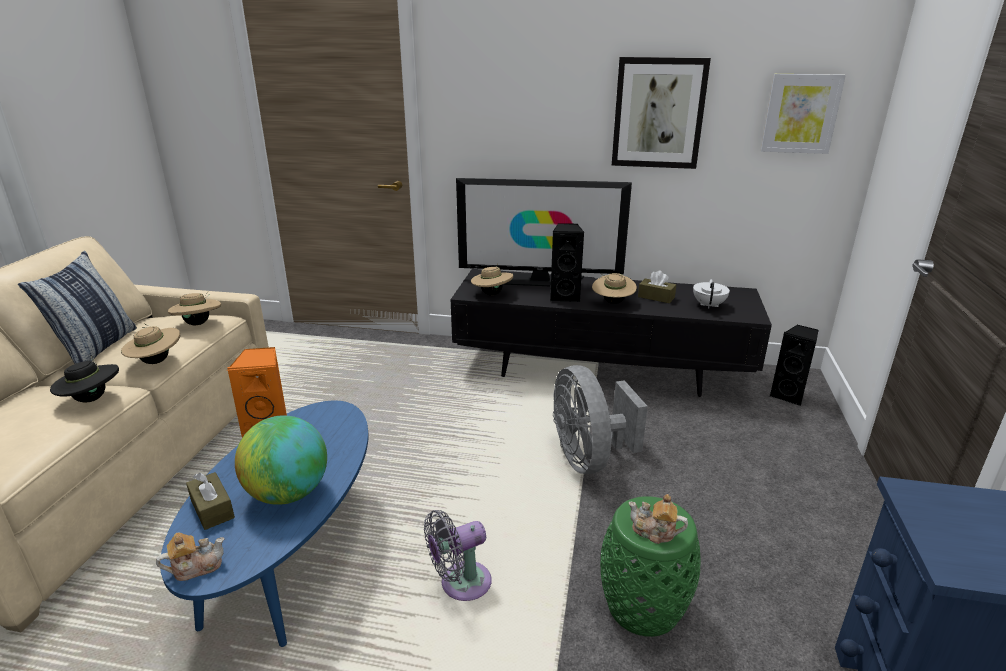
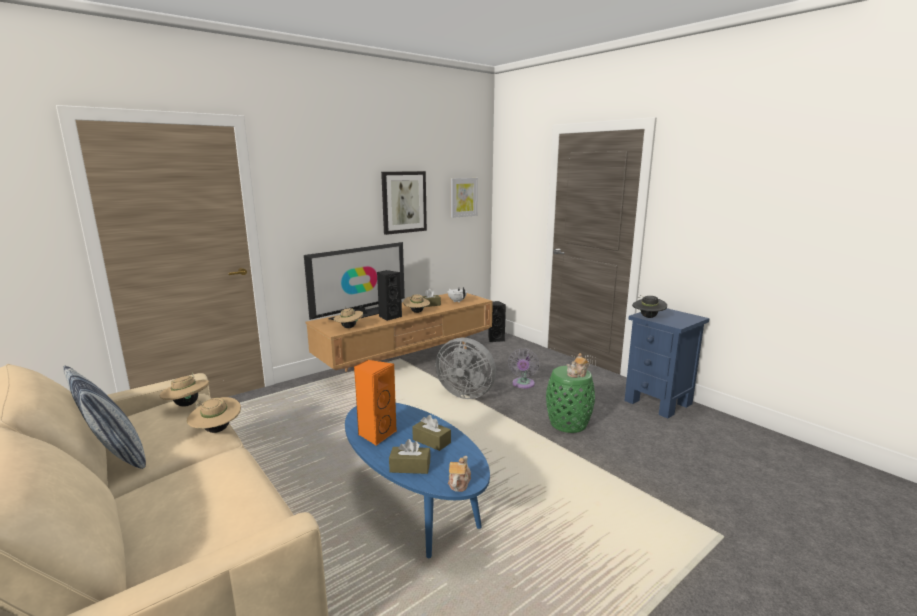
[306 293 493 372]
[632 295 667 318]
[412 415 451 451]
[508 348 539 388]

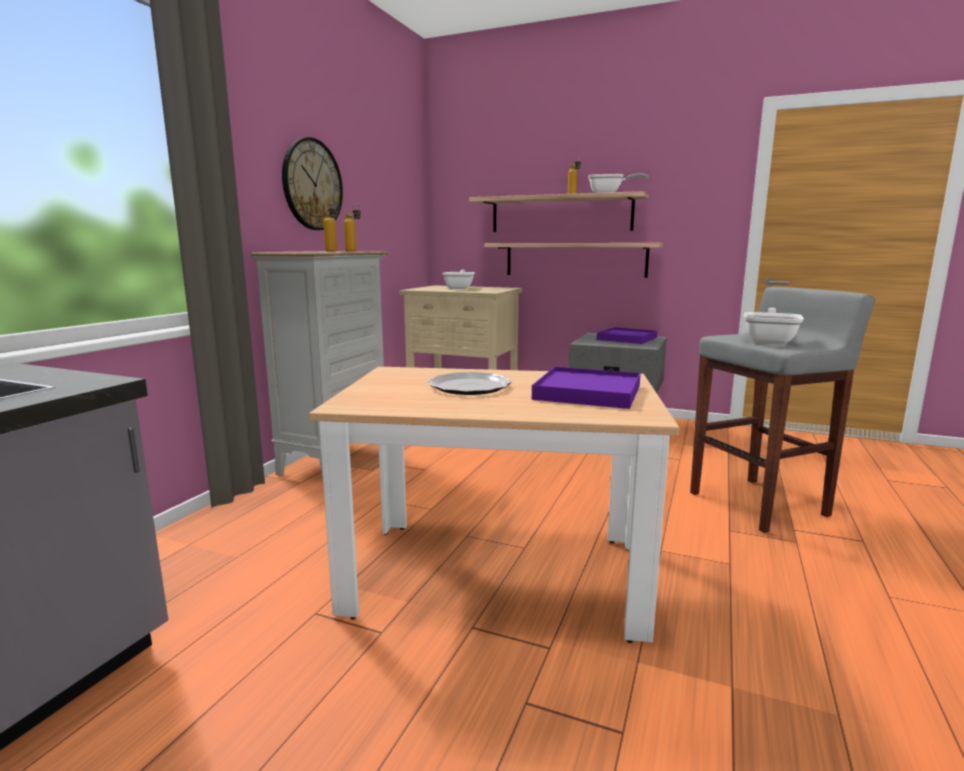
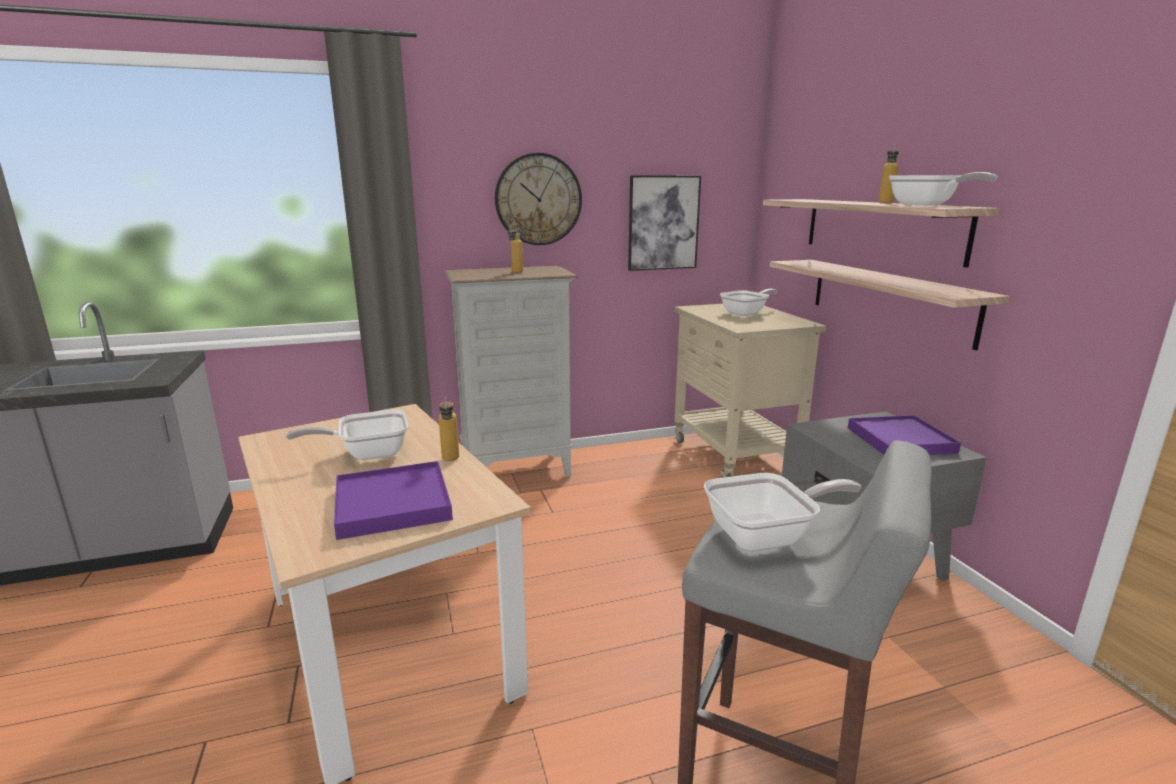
[439 397 459 461]
[286 410 408 460]
[628 175 701 271]

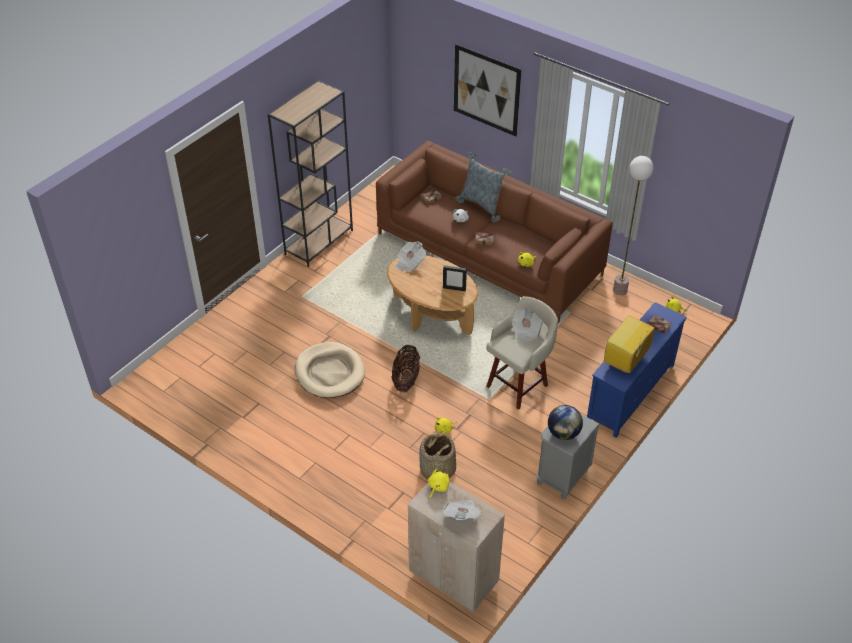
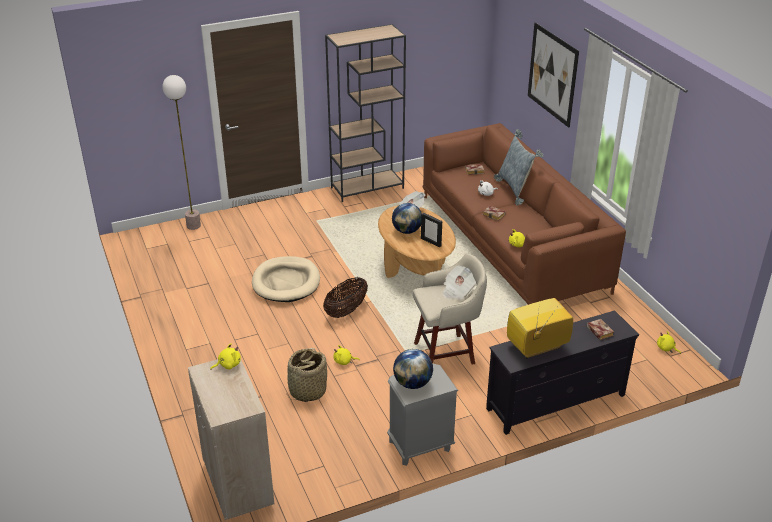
[162 75 201 230]
[486 310 639 435]
[442 500 482 520] (first image)
[392 203 422 234]

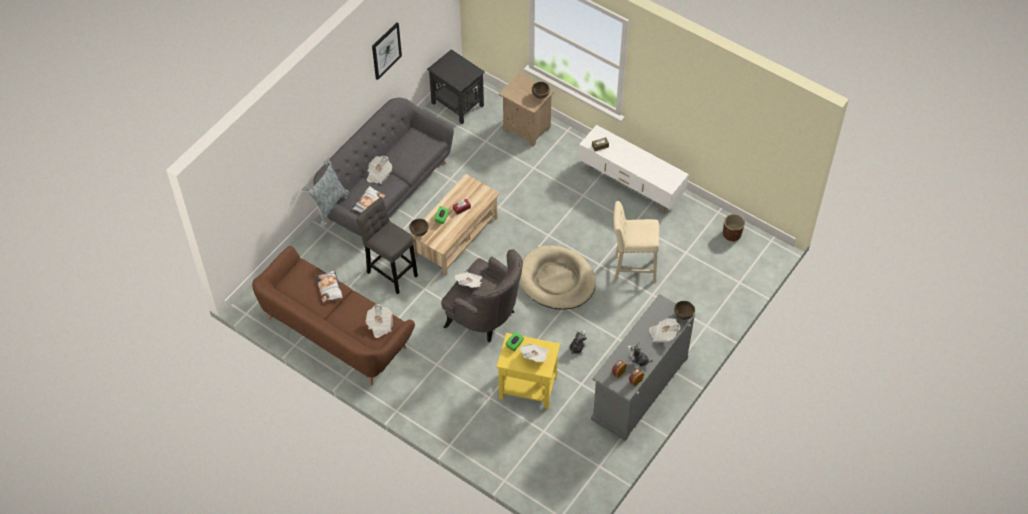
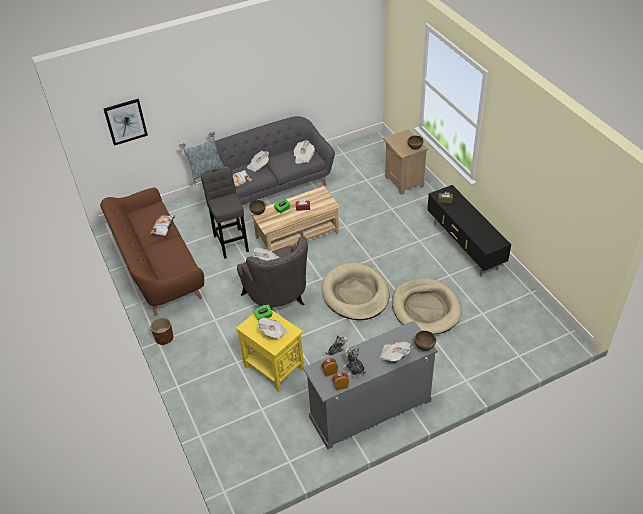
[104 99 148 146]
[427 49 485 124] (first image)
[427 185 511 277]
[392 278 462 334]
[150 317 173 345]
[294 140 315 164]

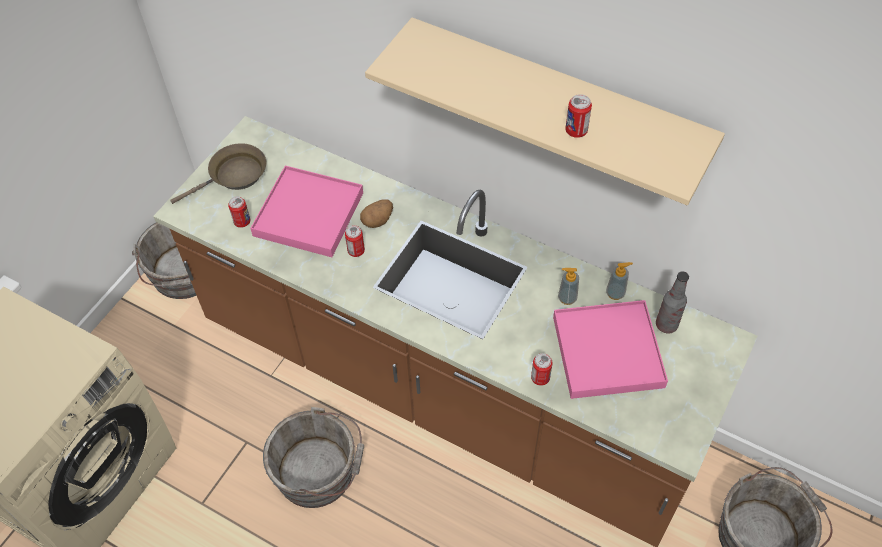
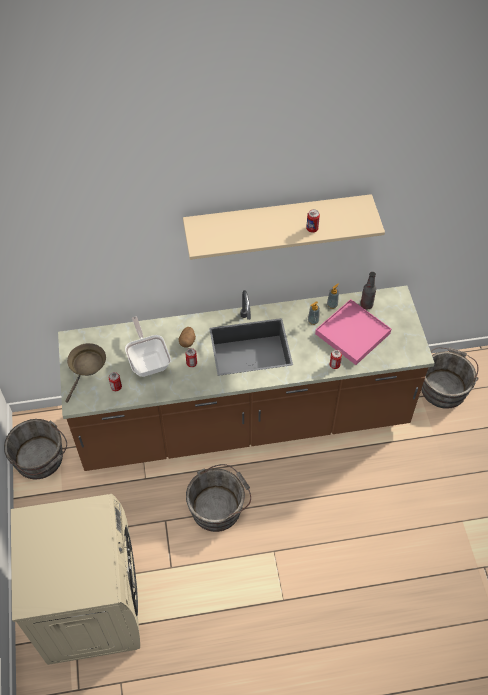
[125 316 171 377]

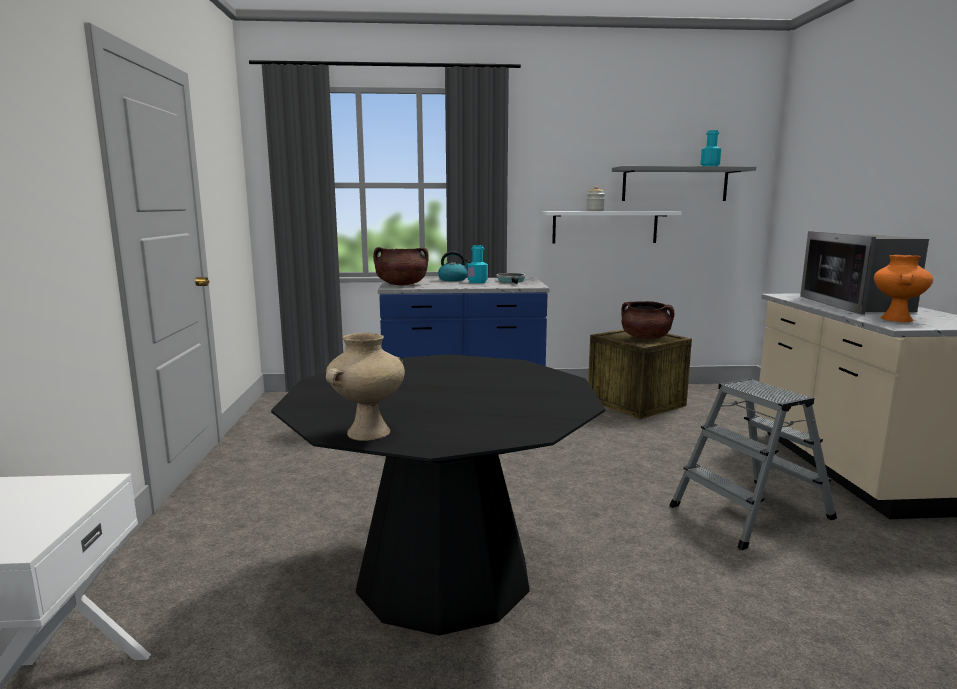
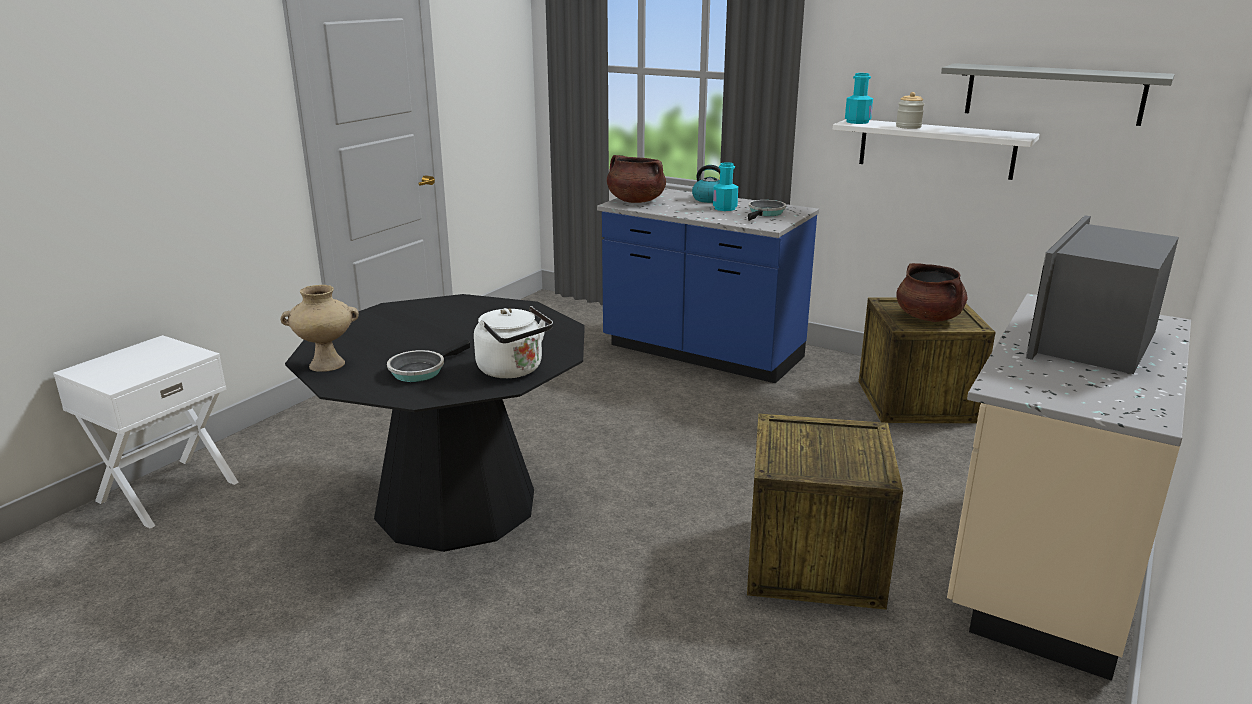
[845 73 873 124]
[874 255 933 322] (first image)
[747 413 903 610]
[474 306 553 378]
[387 339 470 382]

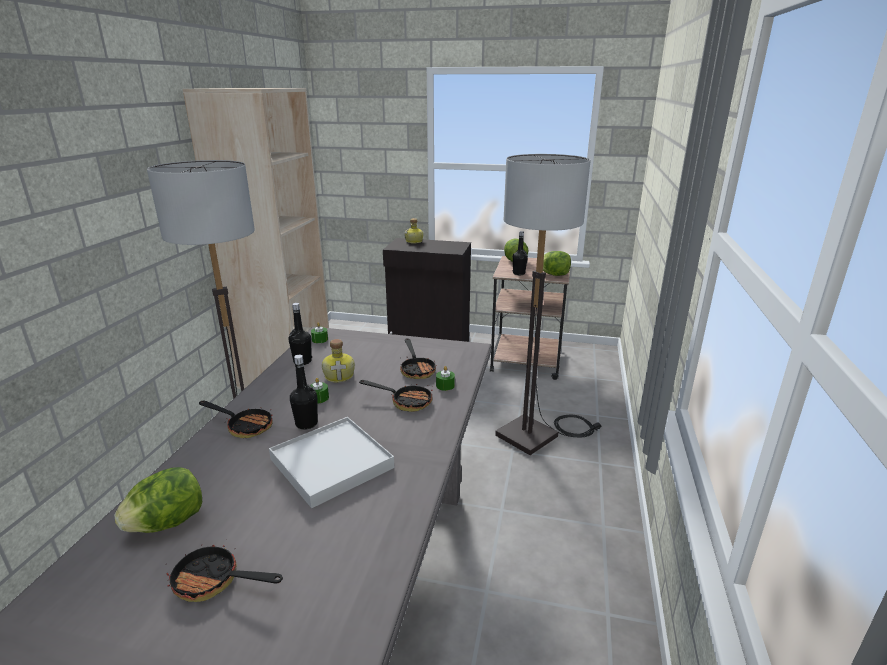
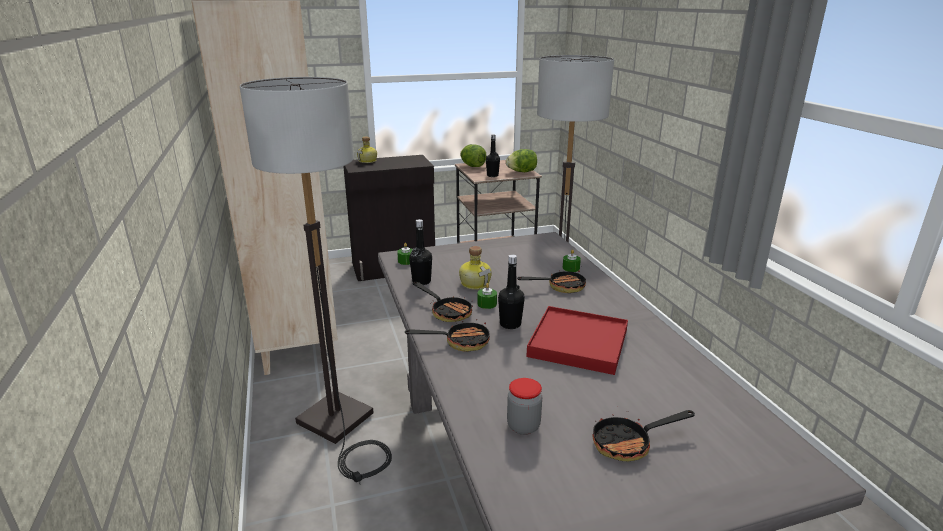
[413 282 473 322]
[526 306 628 375]
[507 378 542 435]

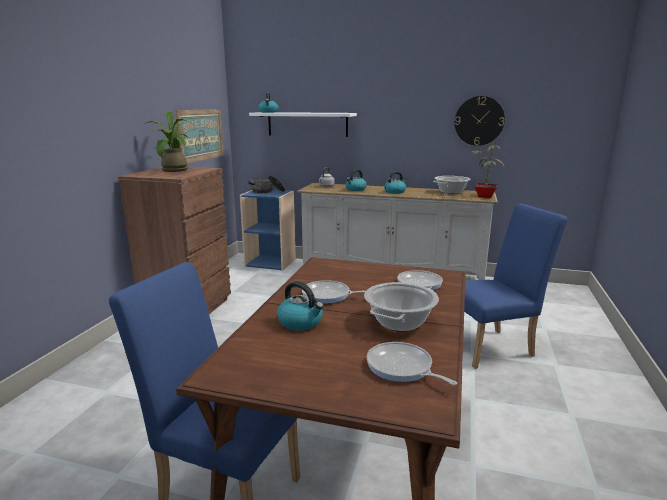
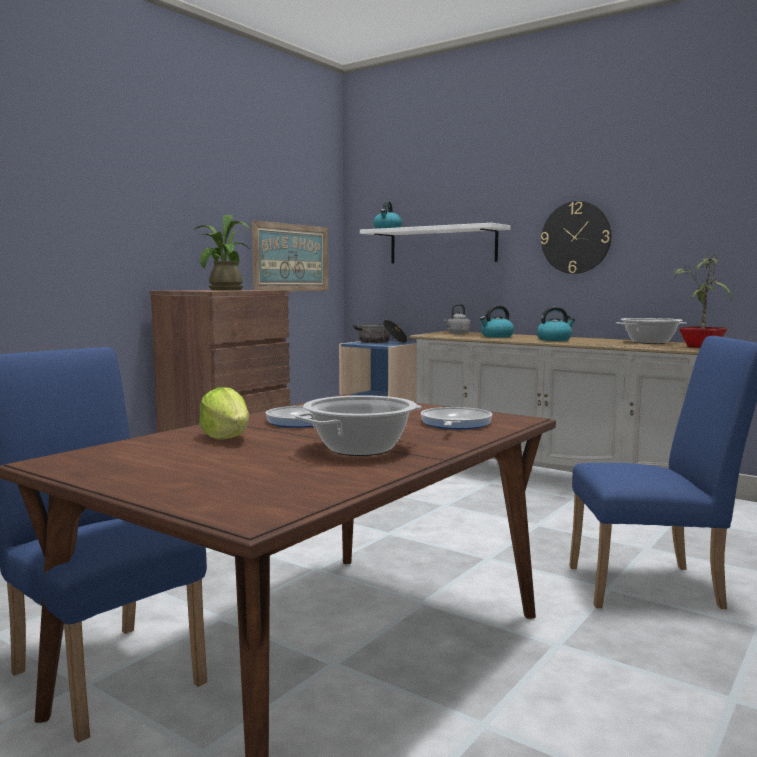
[541 201 612 274]
[199 387 249 440]
[367 342 457 385] (first image)

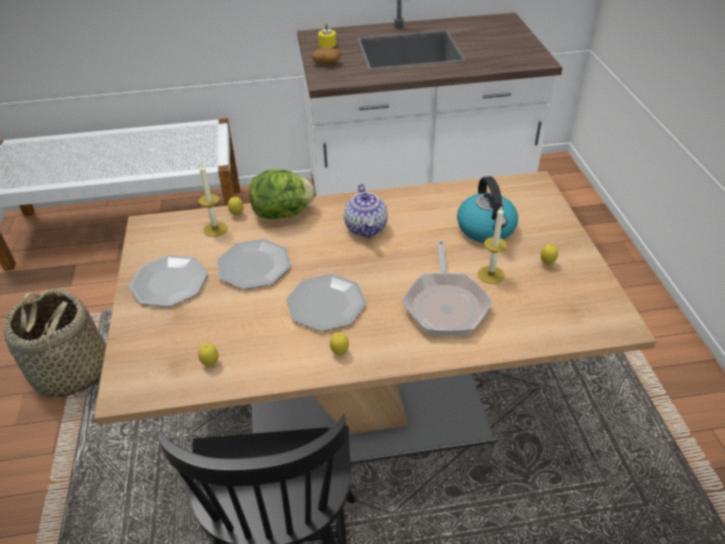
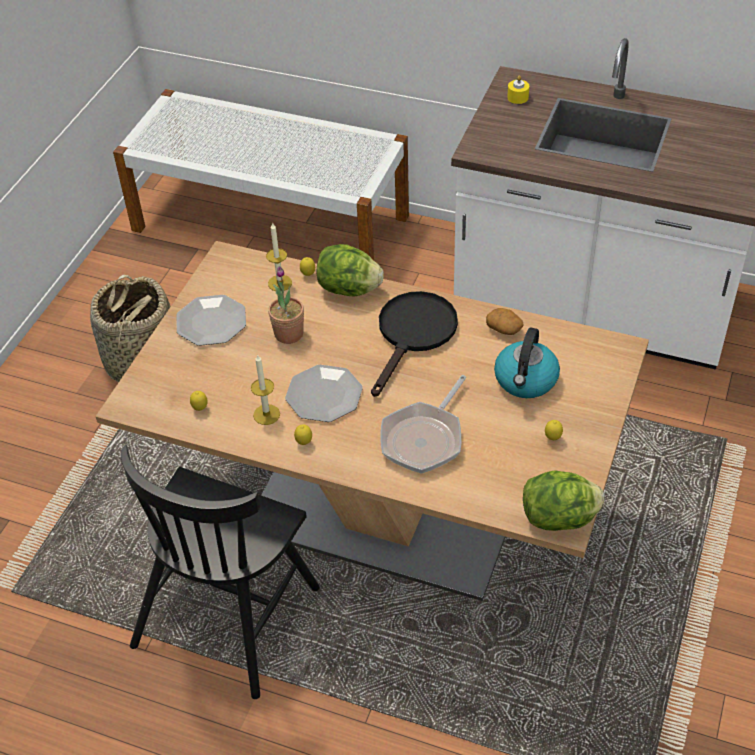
[486 308 524 335]
[371 291 458 397]
[251 354 280 425]
[268 266 304 344]
[523 470 604 531]

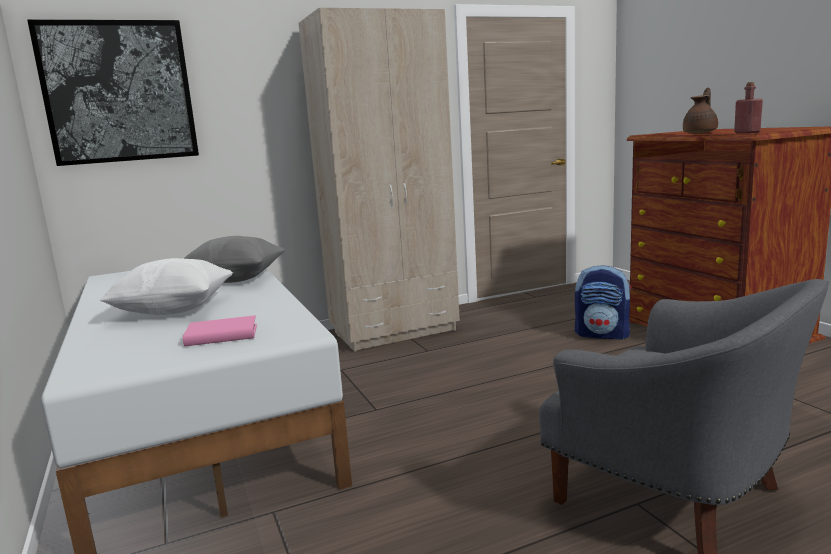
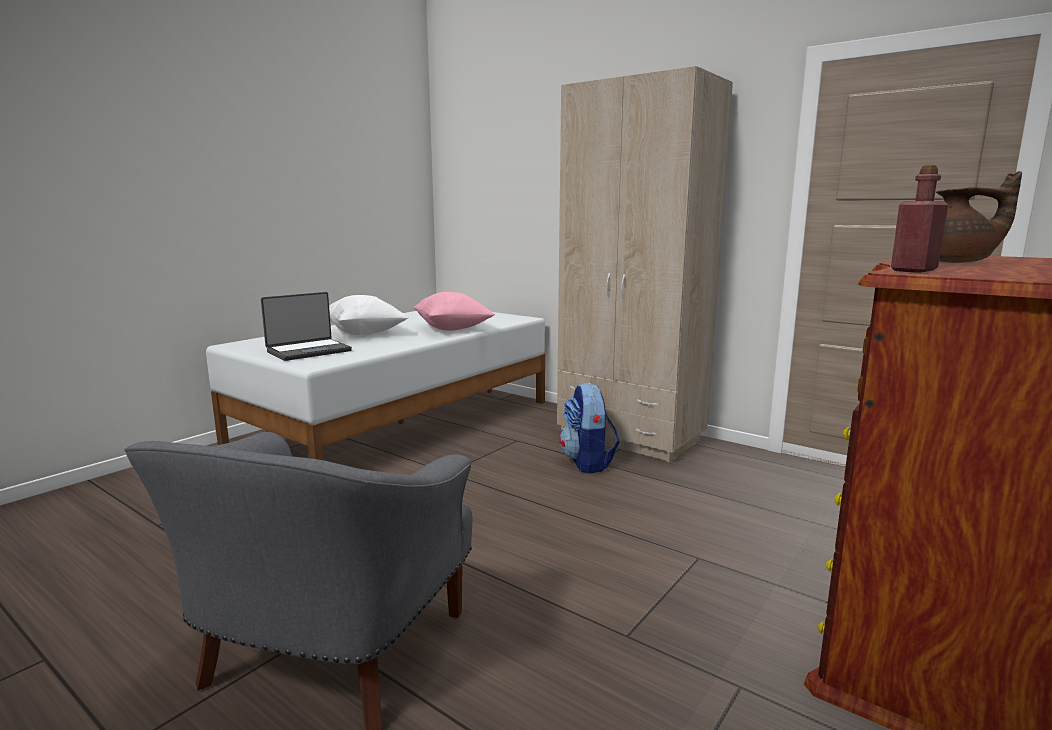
[27 20 199 166] (first image)
[413 292 495 331]
[559 382 620 474]
[261 292 352 361]

